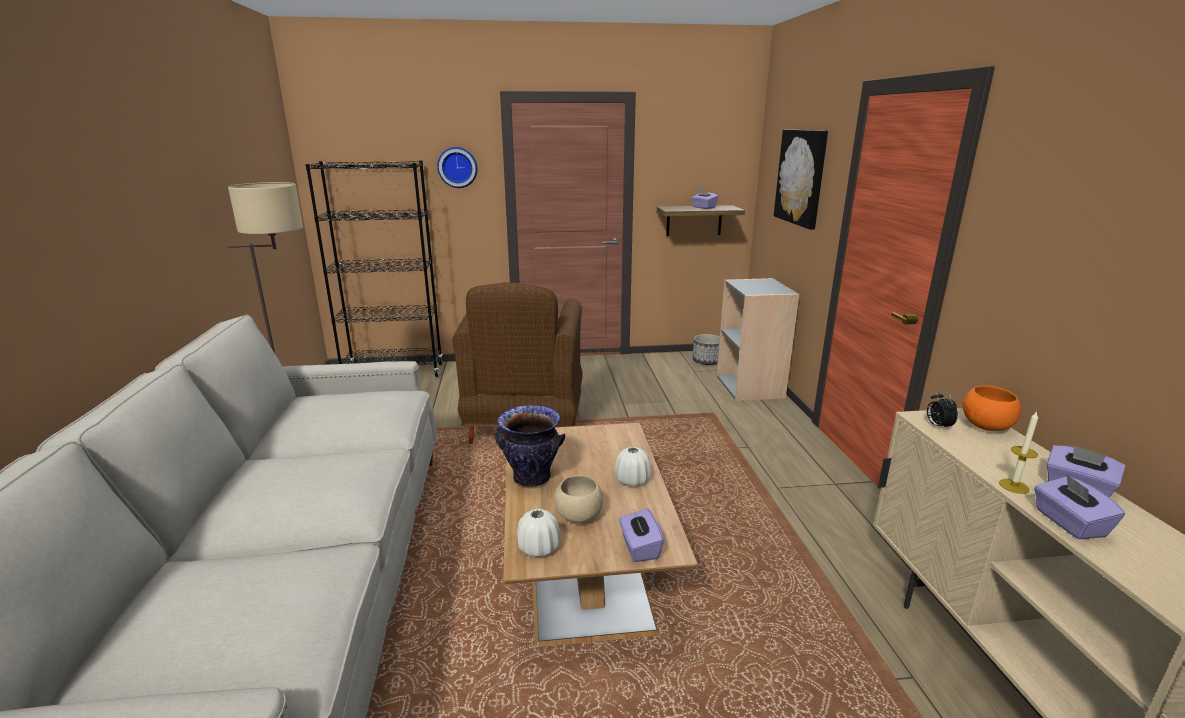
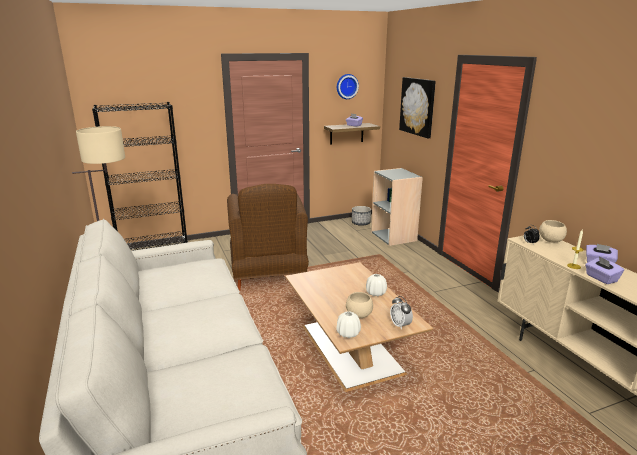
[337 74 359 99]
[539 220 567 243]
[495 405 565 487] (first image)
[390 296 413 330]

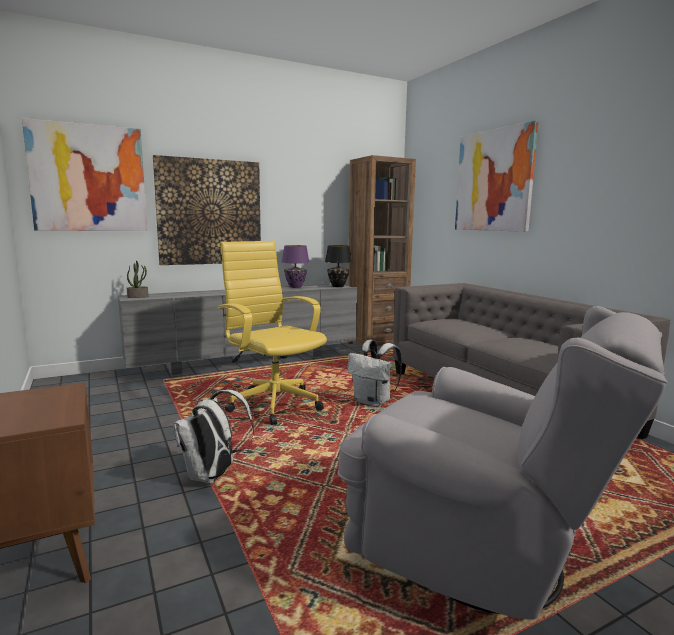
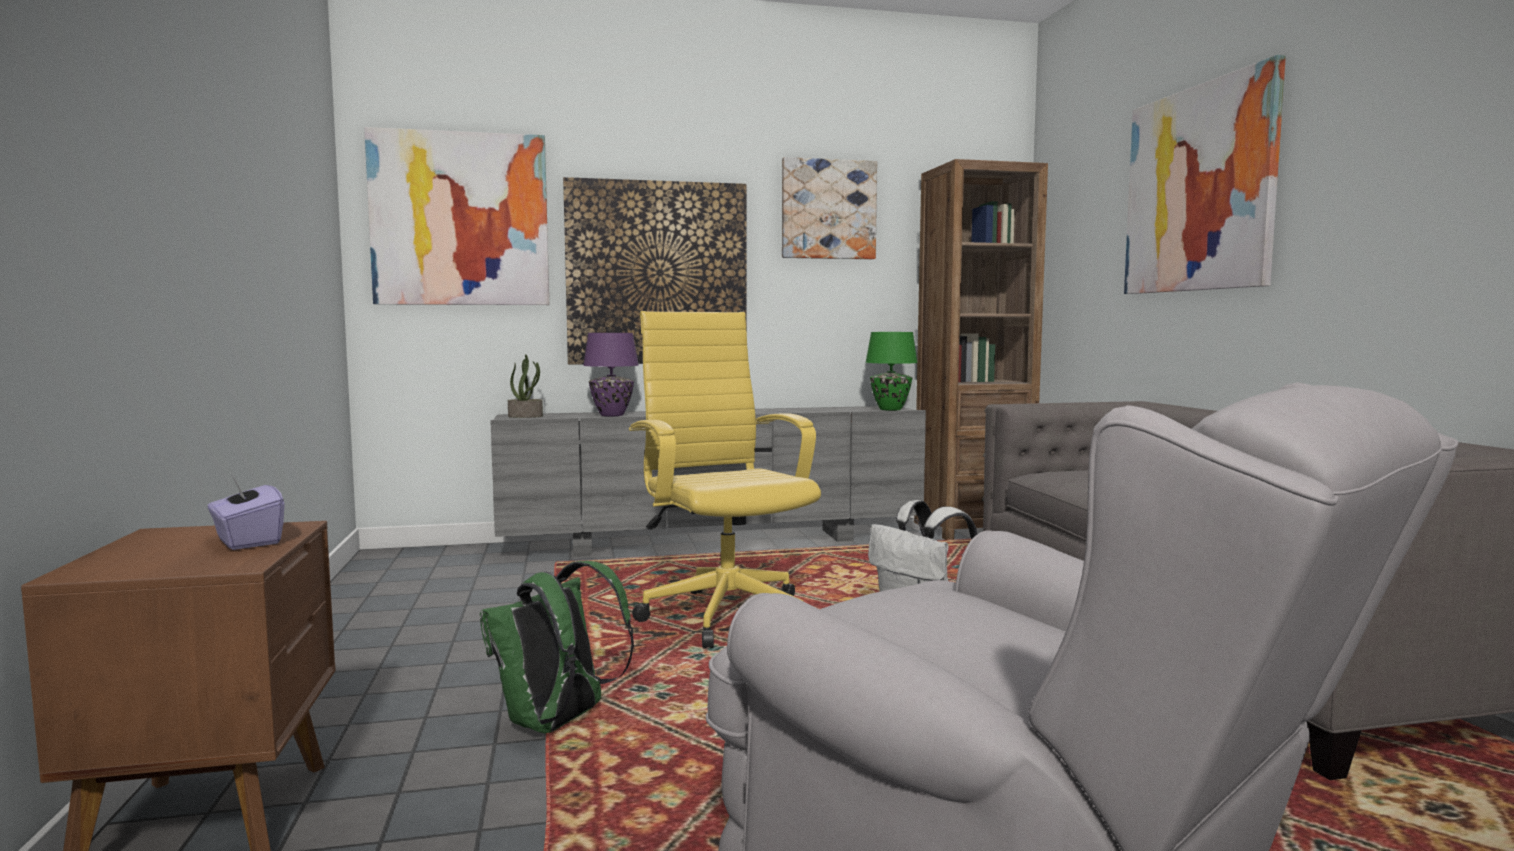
[583 333 639 416]
[866 332 918 411]
[480 561 634 734]
[782 157 877 259]
[208 472 285 550]

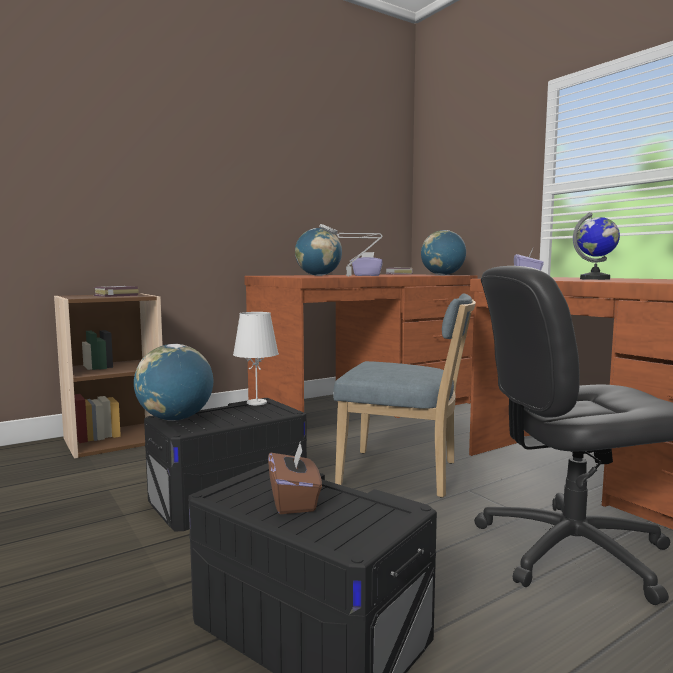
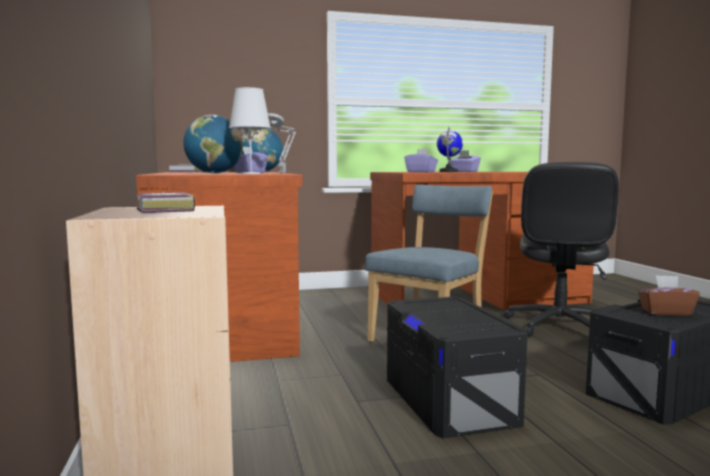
[229 87 271 174]
[134 344 213 421] (first image)
[449 150 481 172]

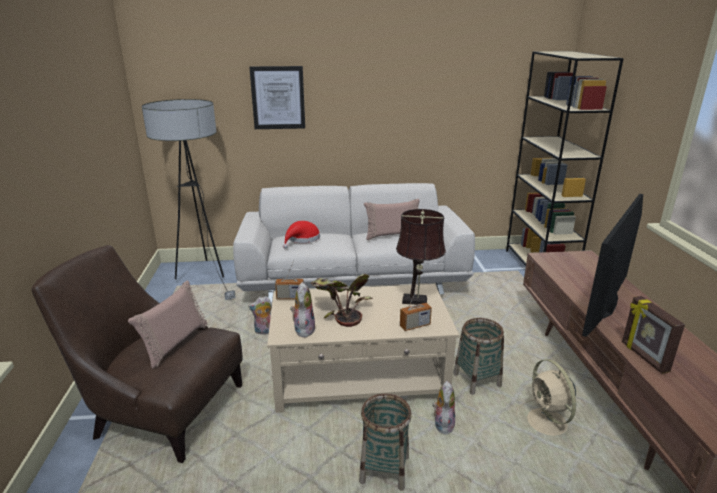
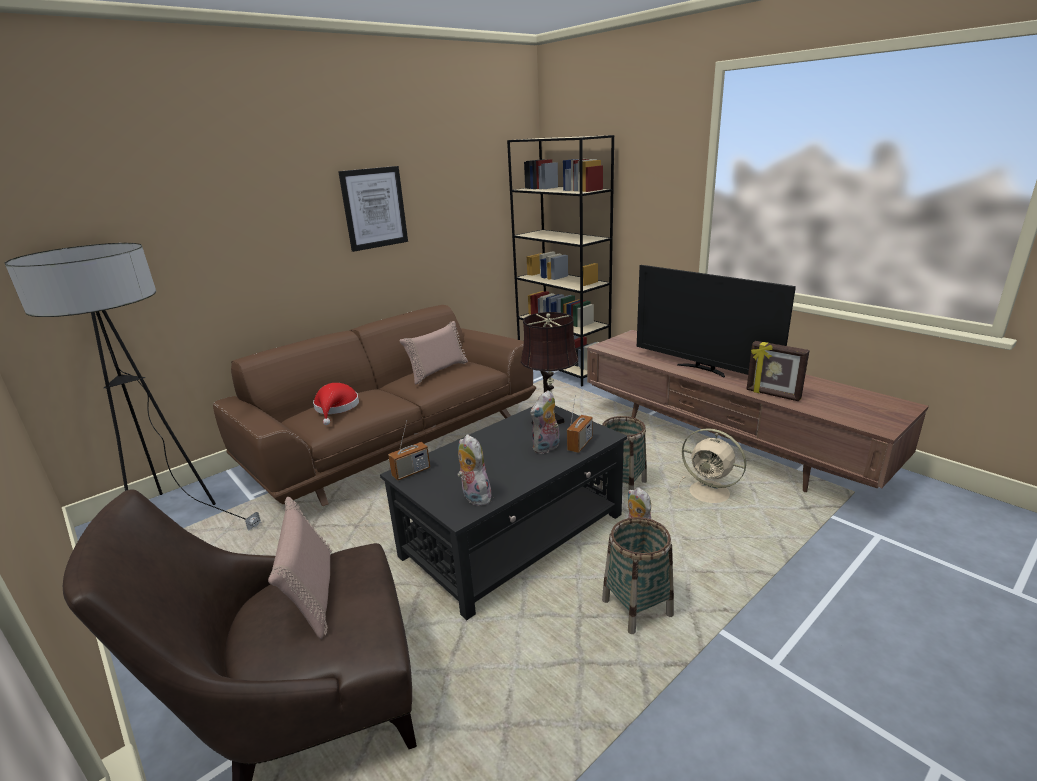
[338 166 408 252]
[213 305 536 506]
[637 265 796 378]
[311 274 373 327] (first image)
[380 406 627 620]
[530 390 560 454]

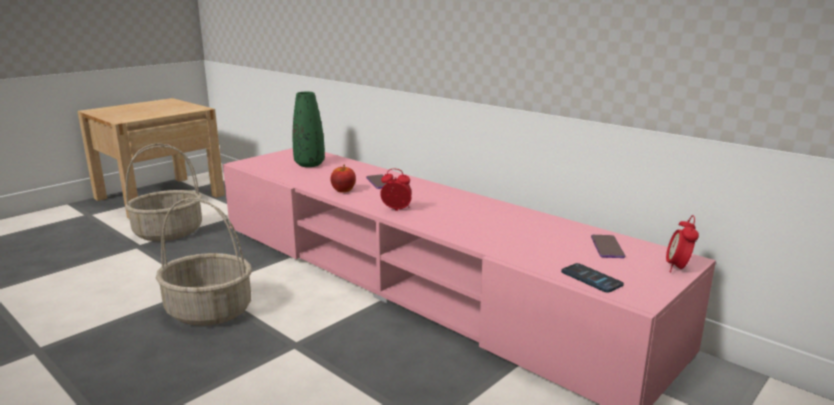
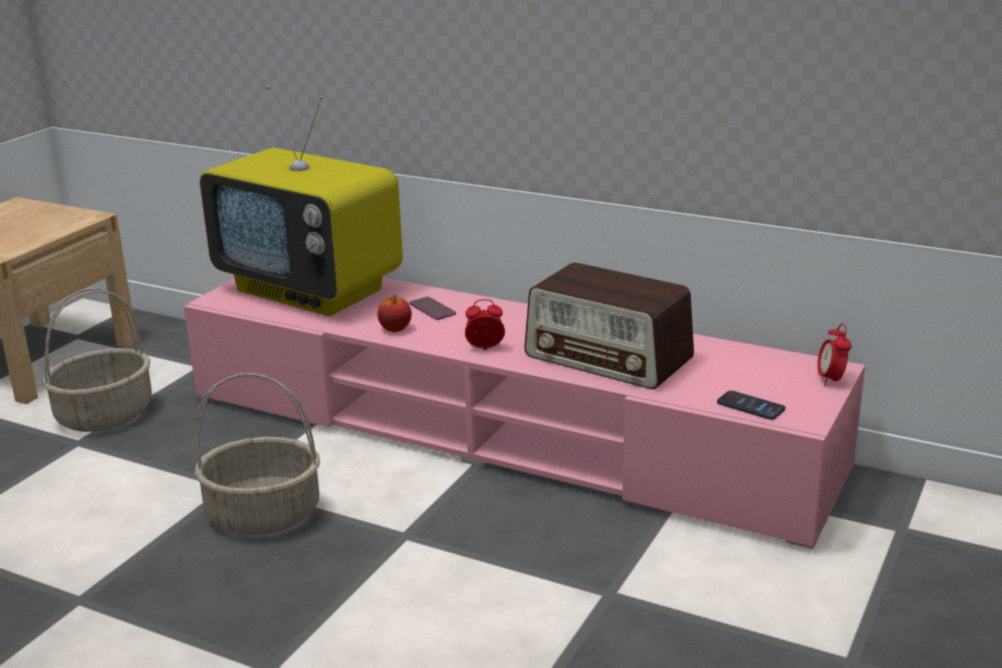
[200 85 403 316]
[591 235 625 258] (first image)
[524 262 694 389]

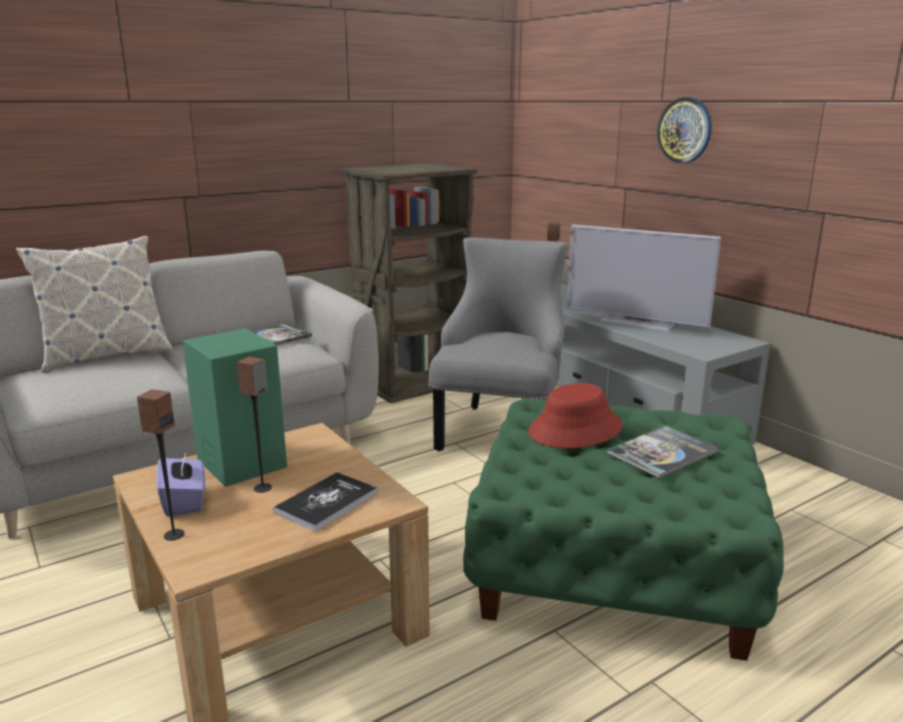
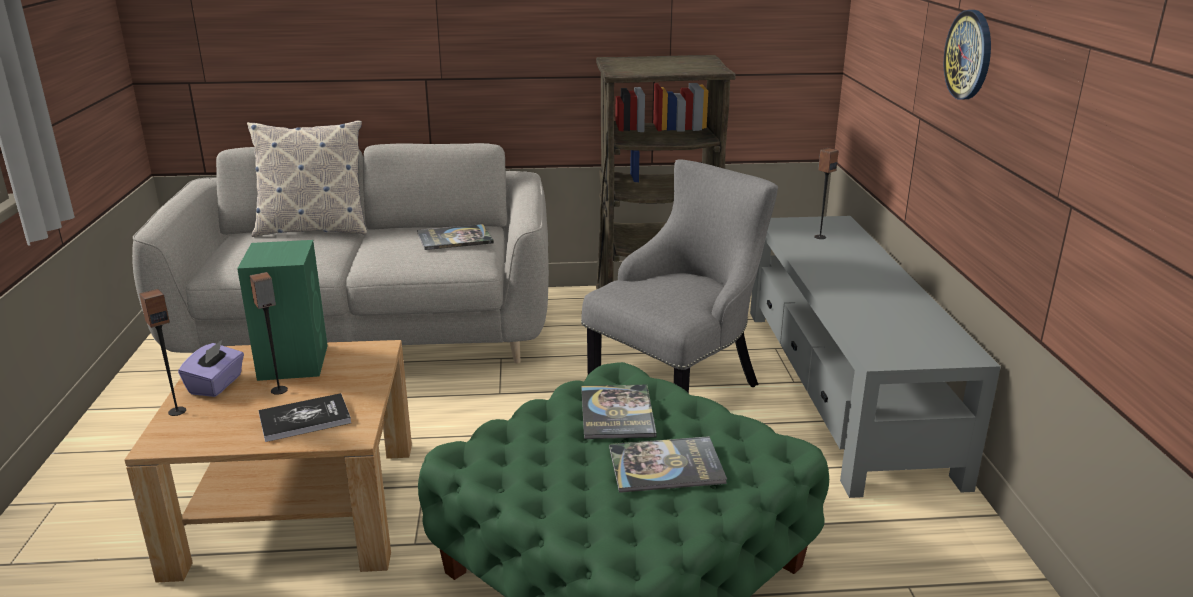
[567 225 721 332] (first image)
[581 385 657 439]

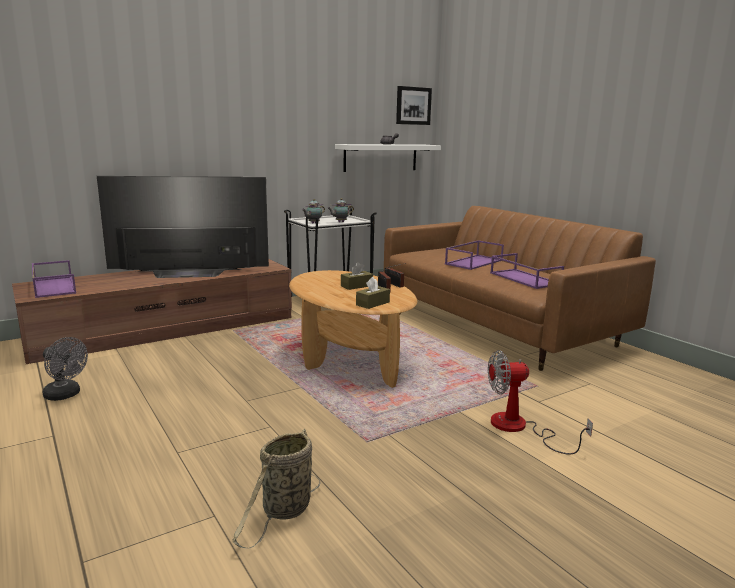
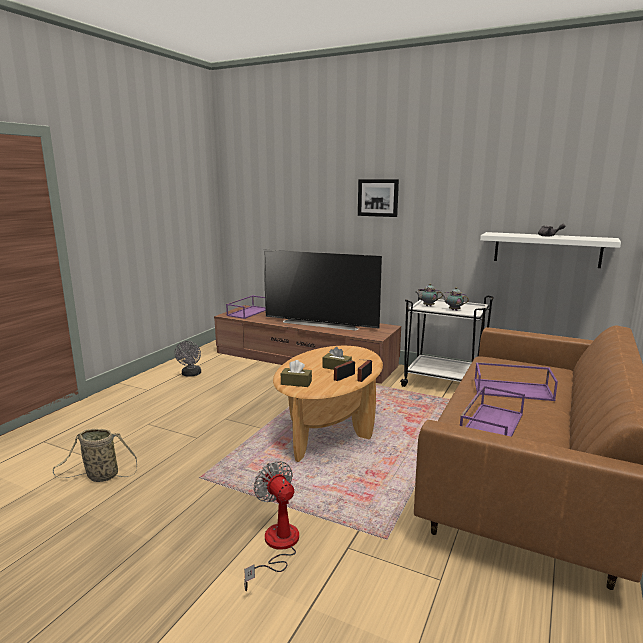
[358 179 399 217]
[264 250 382 331]

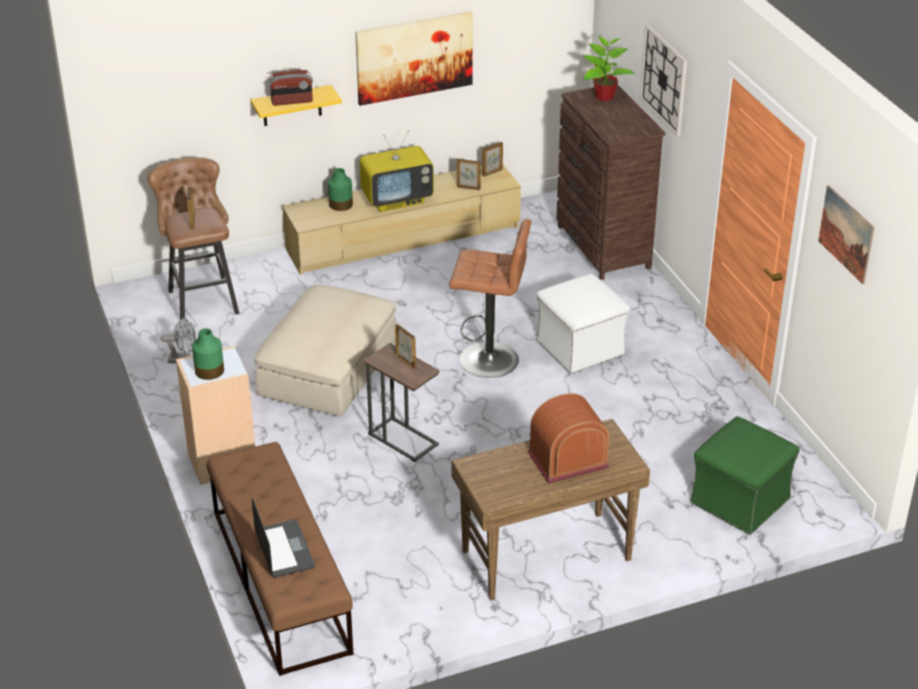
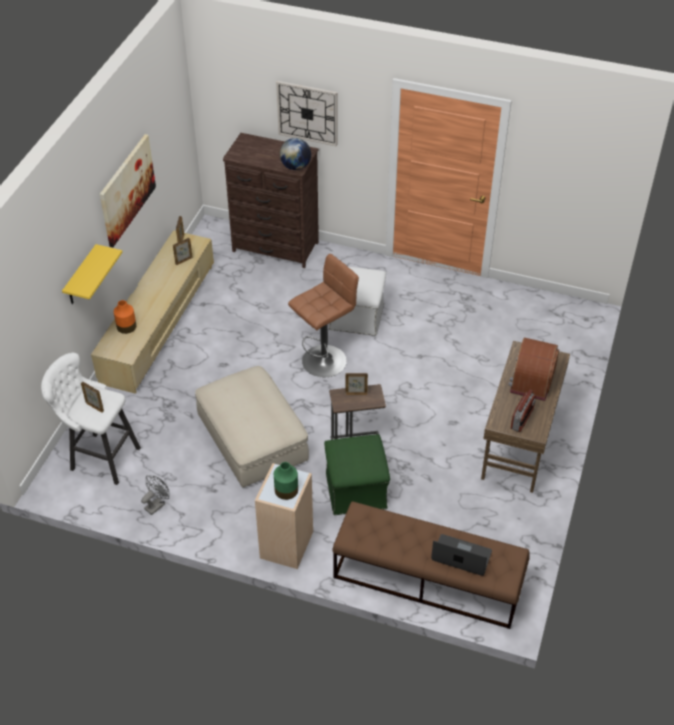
[583 36 634 101] (first image)
[511 390 536 432]
[360 131 434 212] (first image)
[41 353 141 485]
[114 300 137 334]
[818 185 874 284] (first image)
[324 434 390 515]
[280 138 311 170]

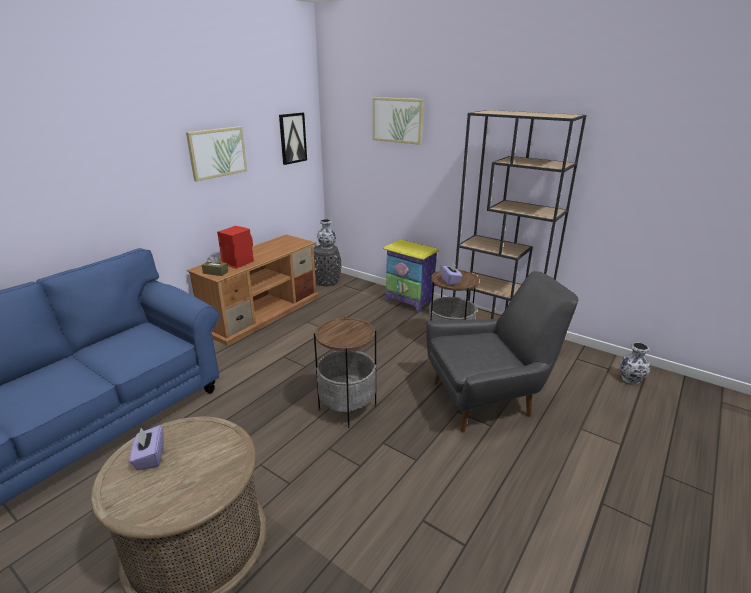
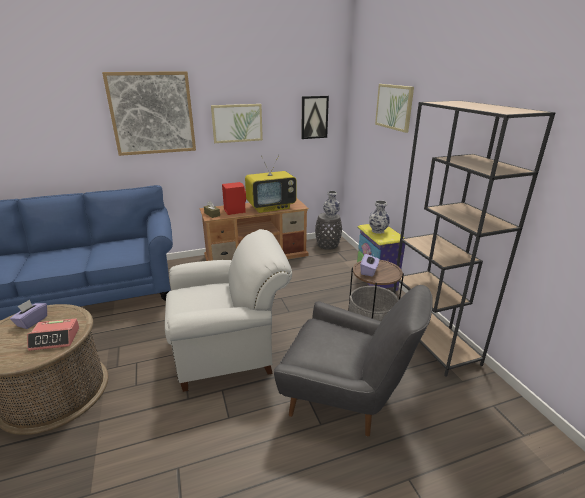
[165 229 292 392]
[369 200 390 234]
[102 71 196 156]
[245 155 297 213]
[27 319 79 351]

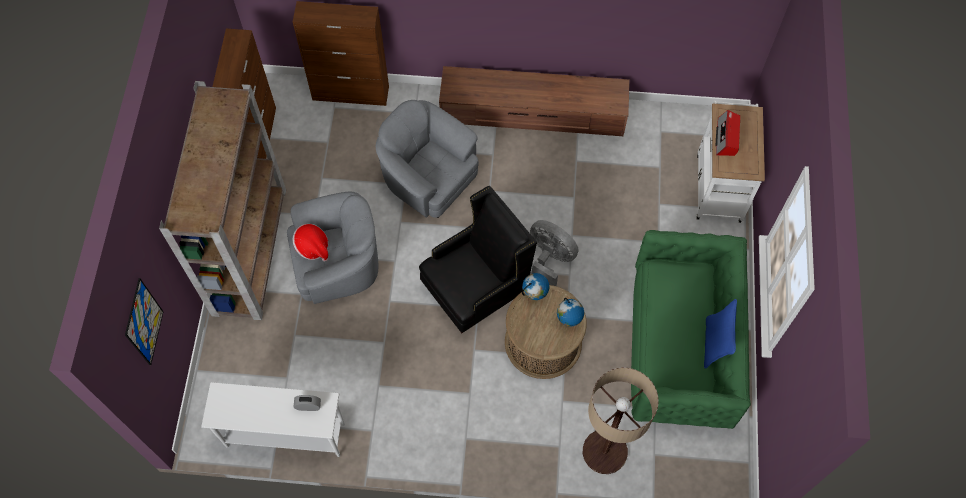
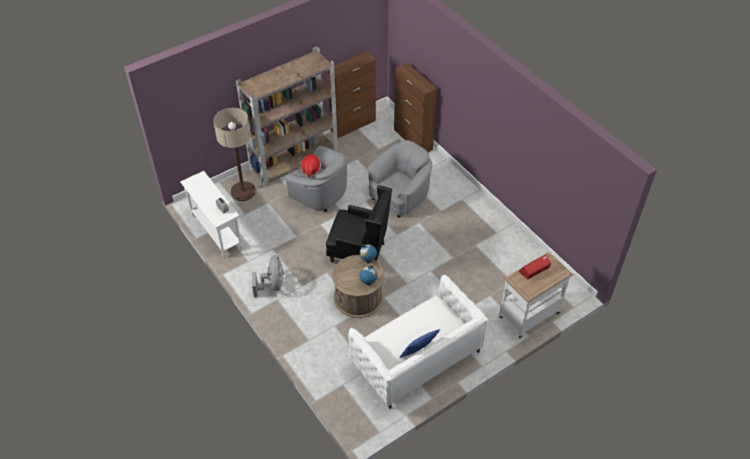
[439 66 630 136] (first image)
[368 140 432 217]
[252 255 284 298]
[348 275 488 408]
[125 278 163 365] (first image)
[213 108 256 201]

